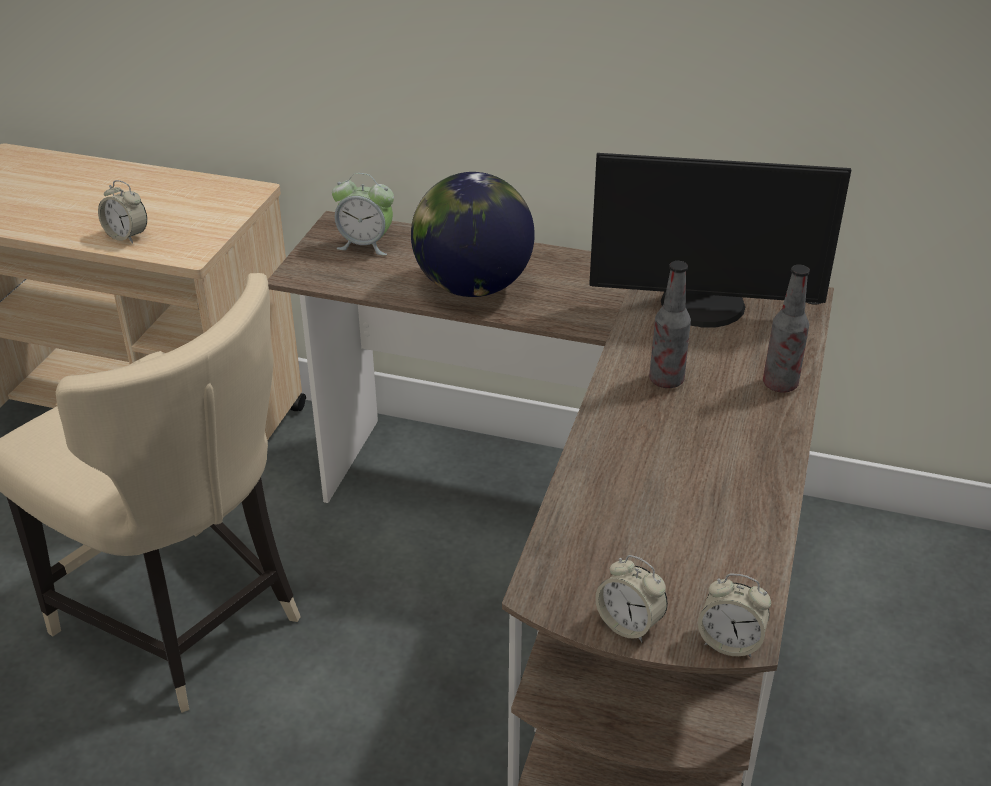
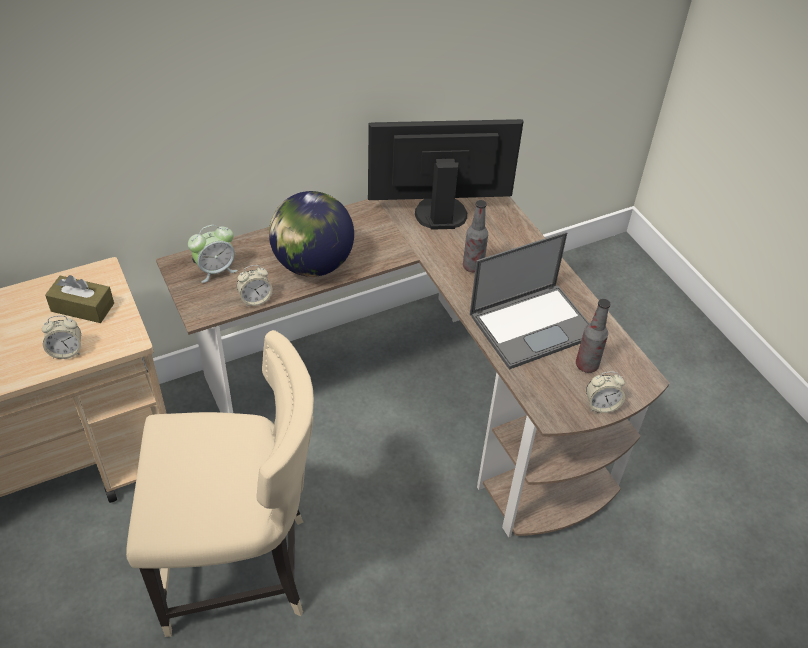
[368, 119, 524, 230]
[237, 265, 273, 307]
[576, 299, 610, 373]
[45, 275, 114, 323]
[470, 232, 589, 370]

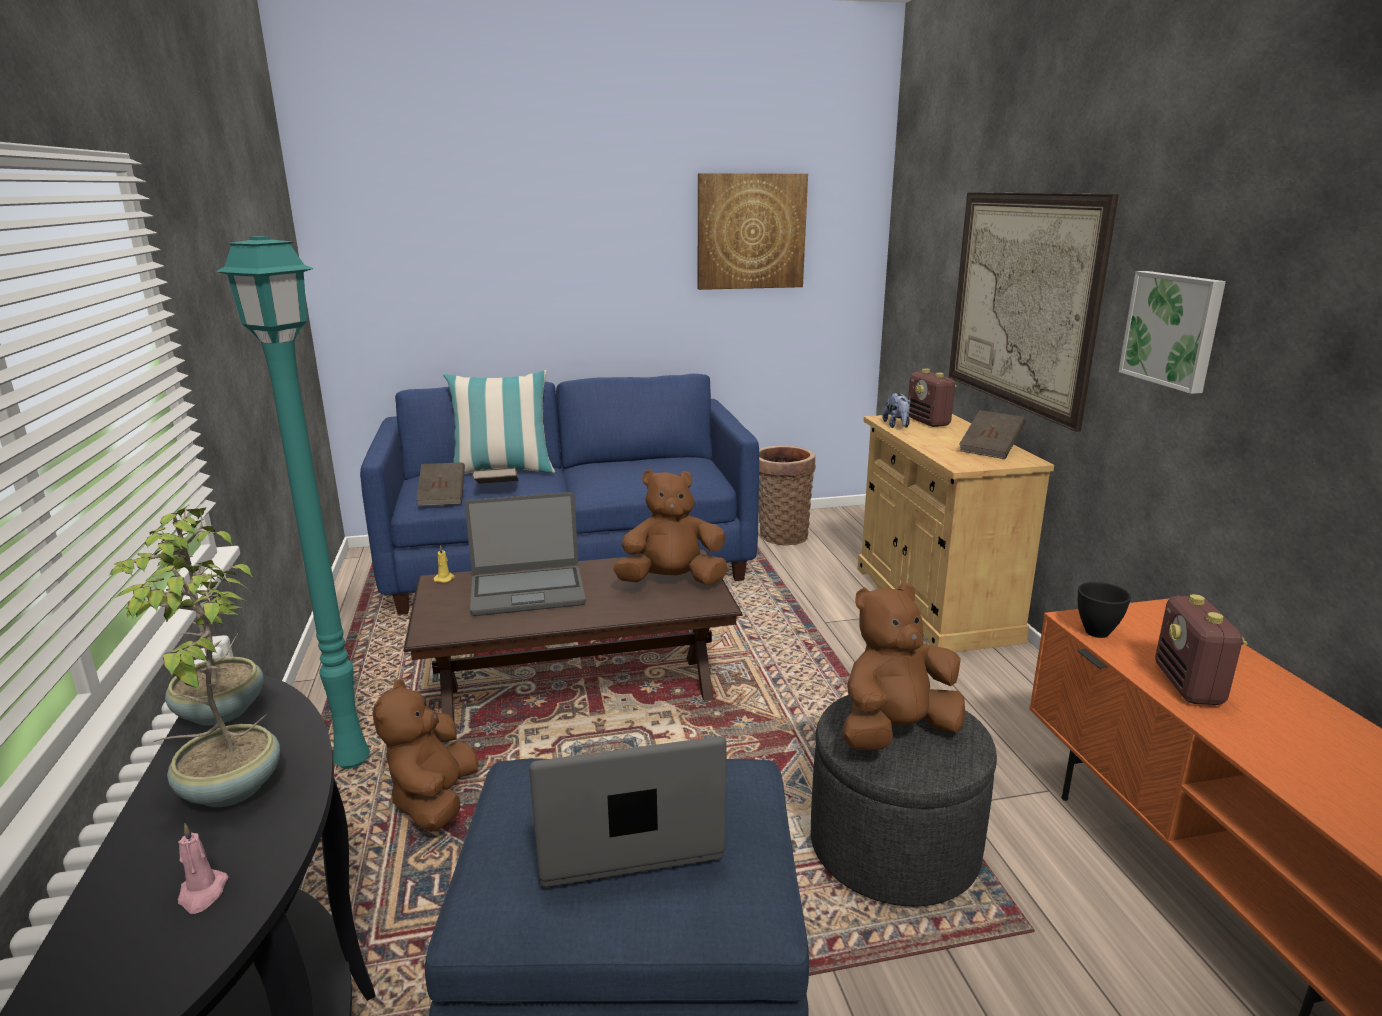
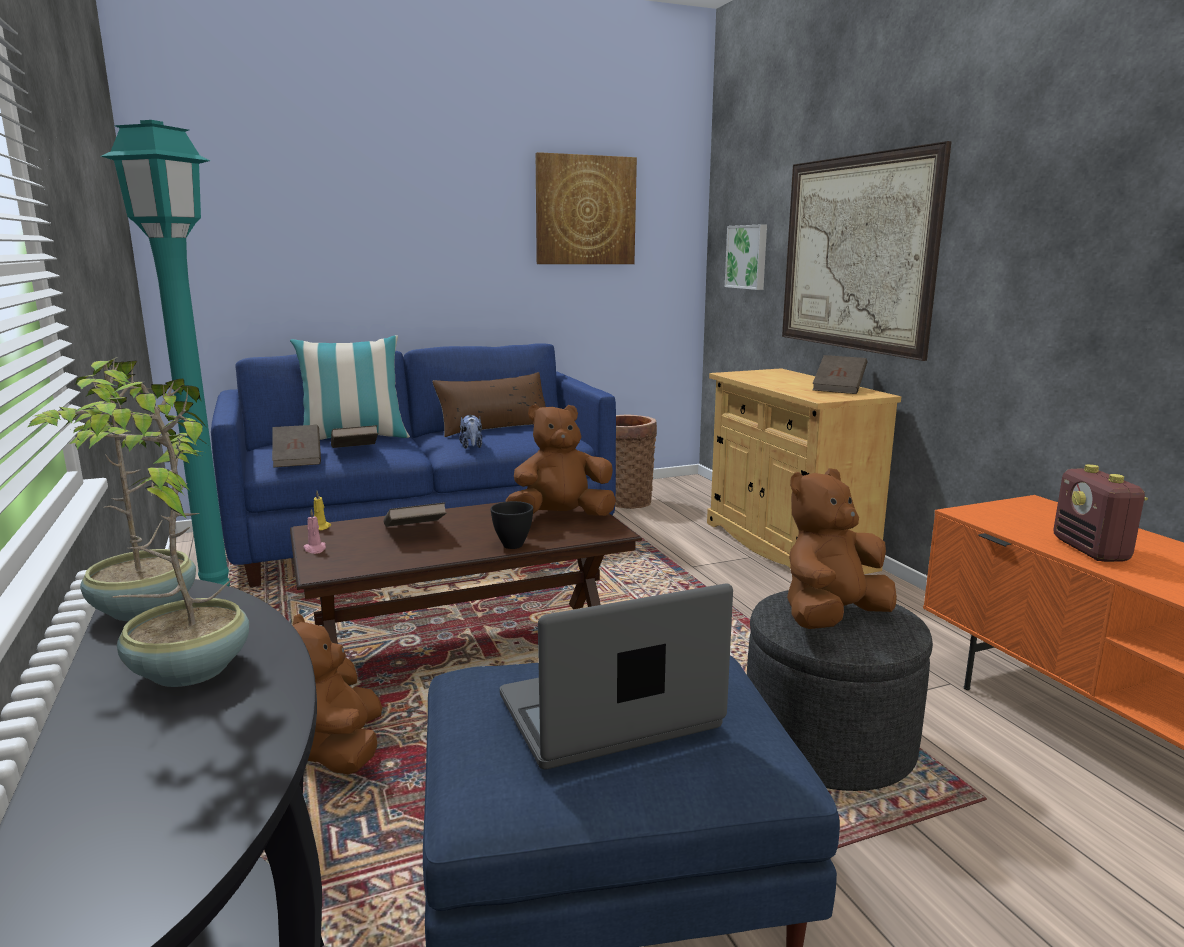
[303, 509, 326, 554]
[384, 502, 447, 527]
[459, 415, 482, 449]
[908, 368, 957, 427] (first image)
[490, 501, 533, 549]
[725, 225, 767, 290]
[432, 372, 546, 437]

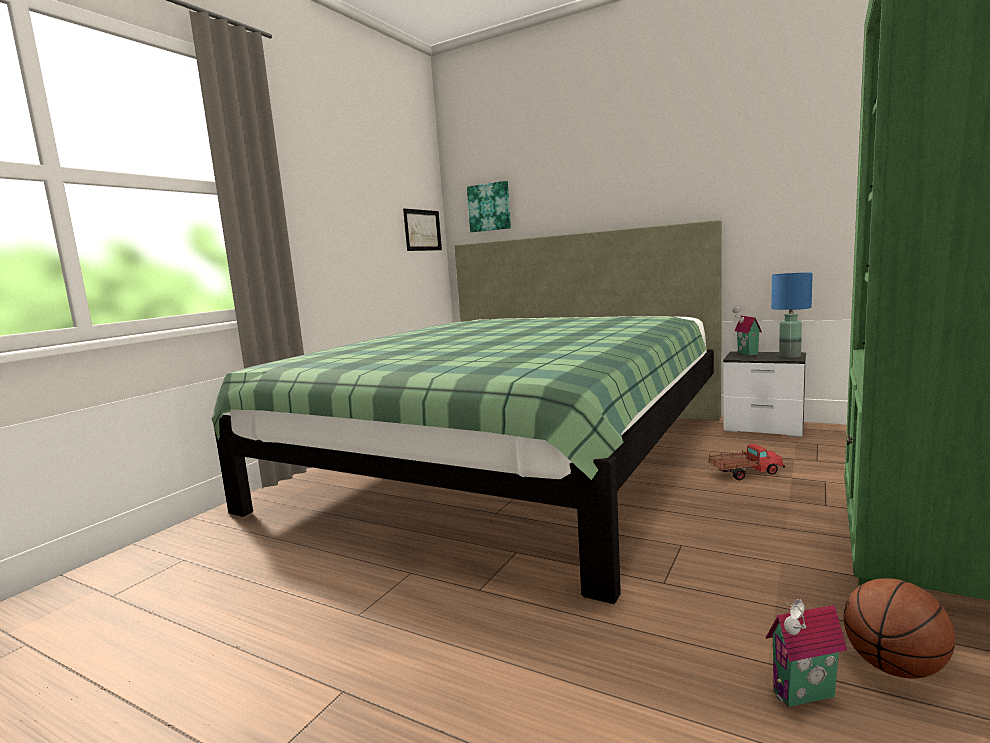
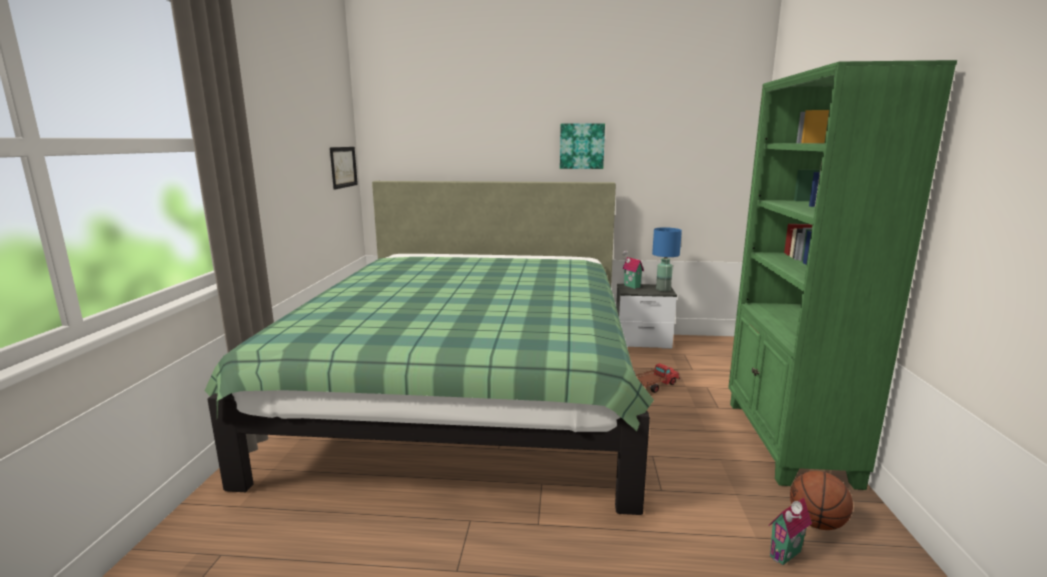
[560, 123, 605, 169]

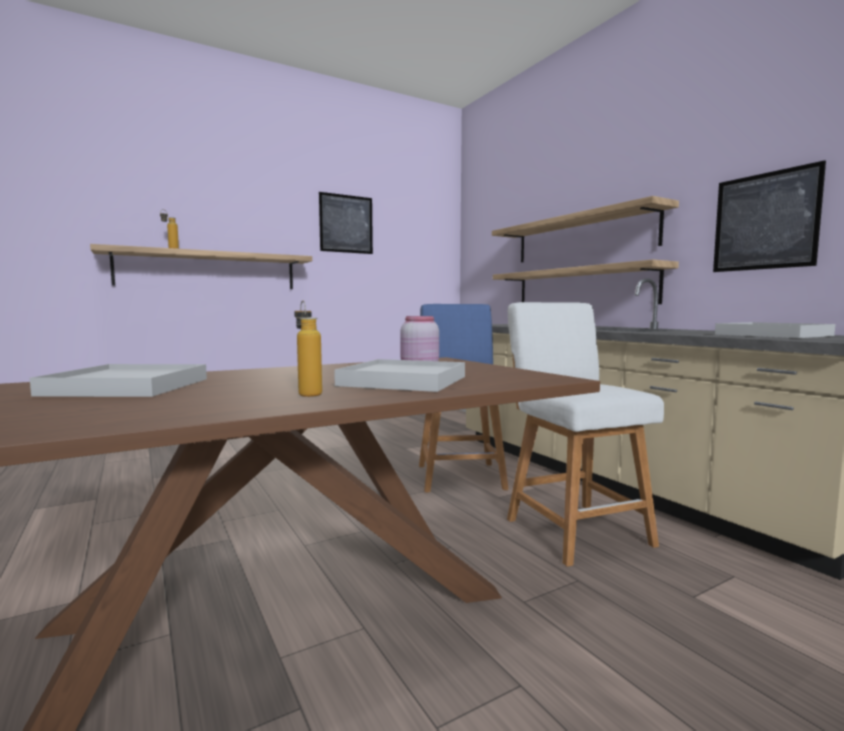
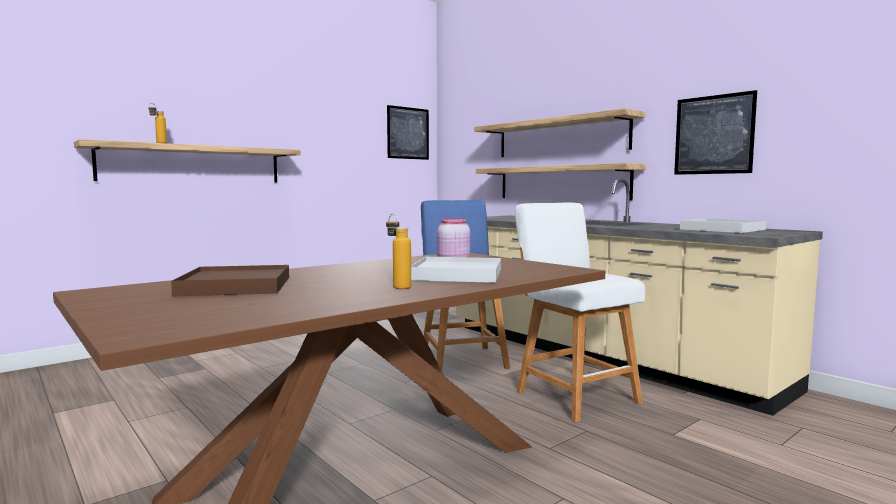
[171, 265, 289, 297]
[387, 105, 429, 160]

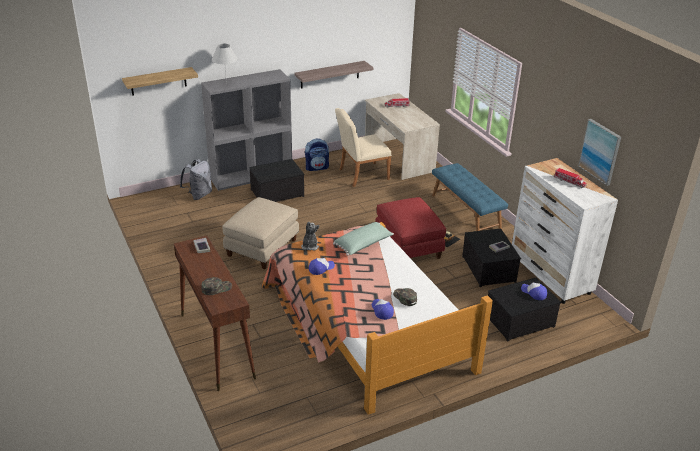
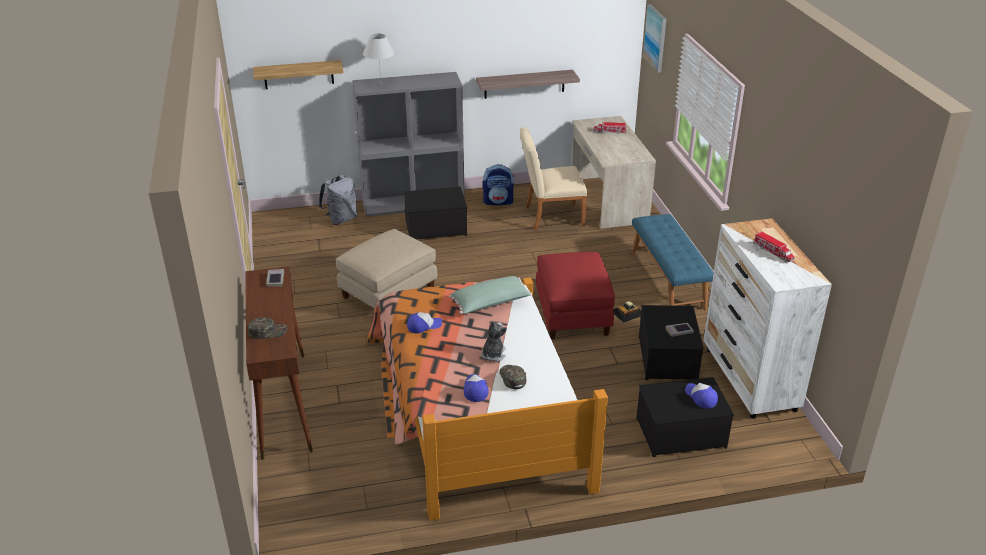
[481, 320, 507, 362]
[643, 4, 666, 73]

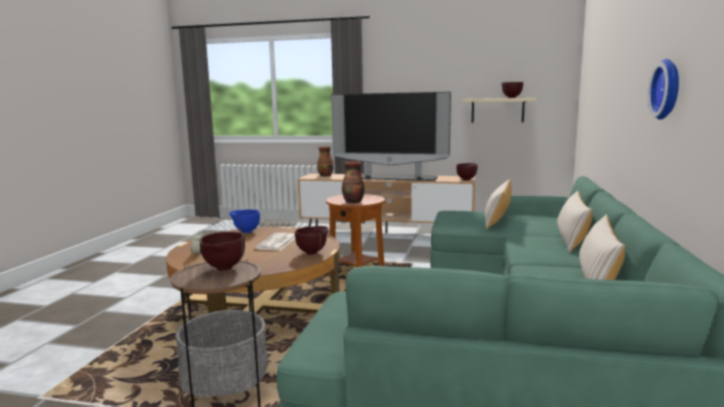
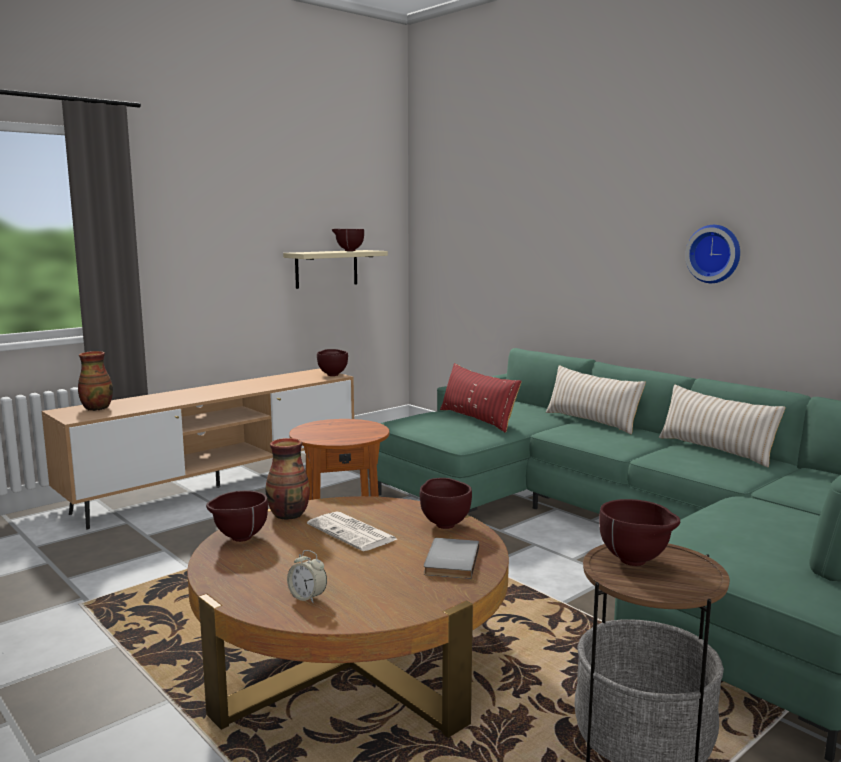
[206, 491, 268, 542]
[331, 92, 451, 181] (first image)
[266, 438, 310, 520]
[440, 363, 522, 433]
[424, 538, 479, 579]

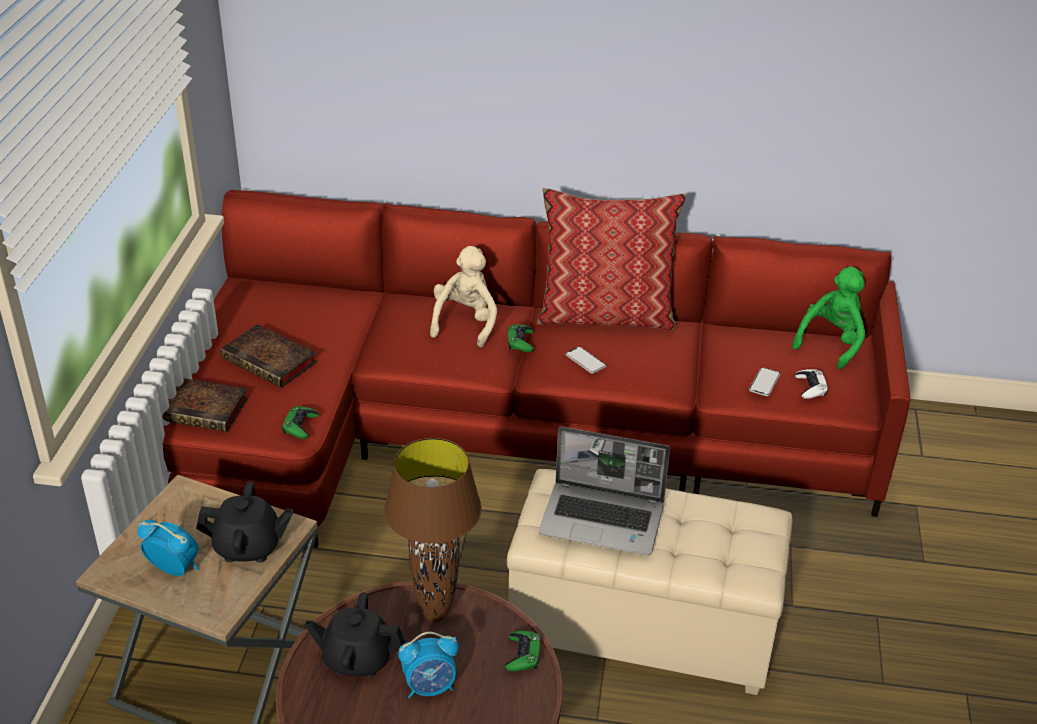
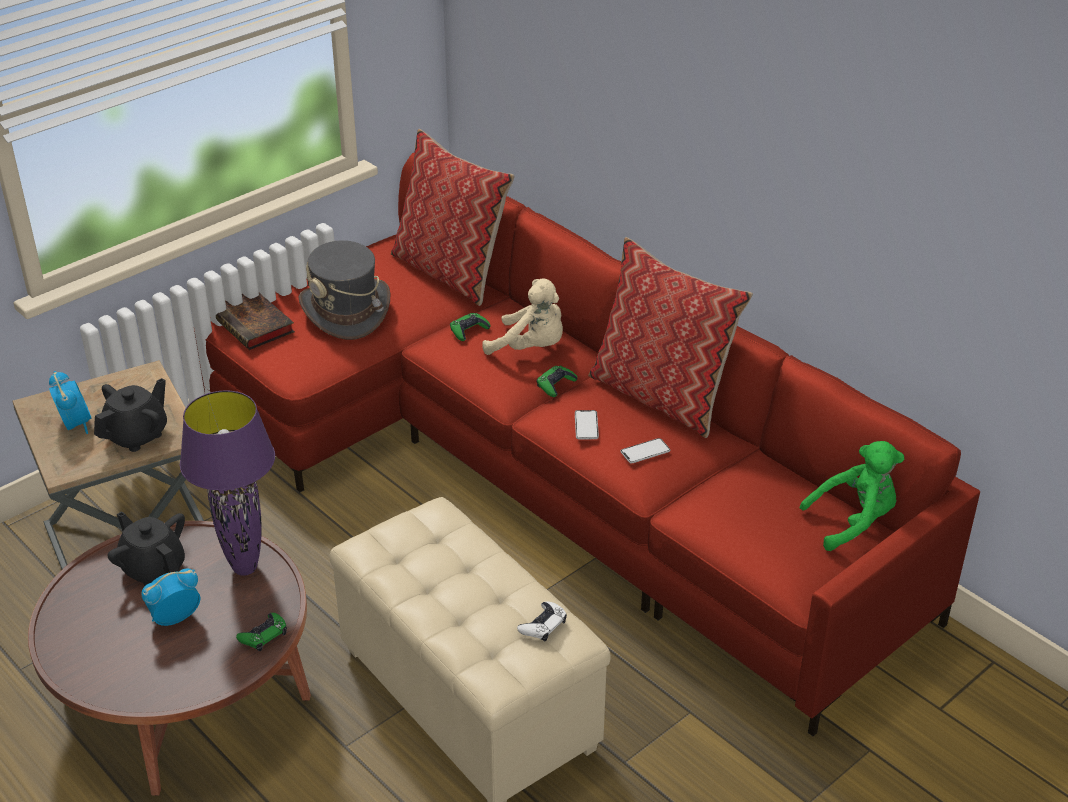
[94, 378, 167, 452]
[299, 240, 391, 340]
[450, 313, 491, 341]
[180, 390, 275, 576]
[141, 568, 201, 626]
[483, 279, 563, 355]
[539, 426, 670, 556] (first image)
[620, 438, 670, 463]
[517, 601, 567, 641]
[391, 129, 515, 306]

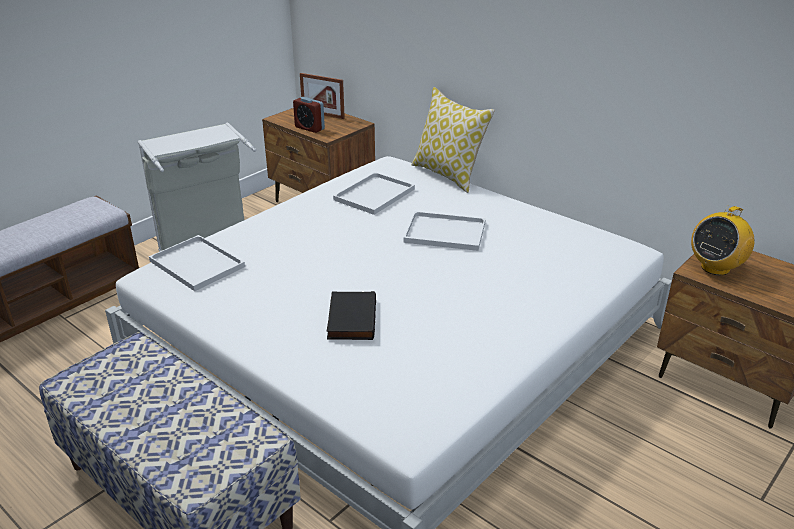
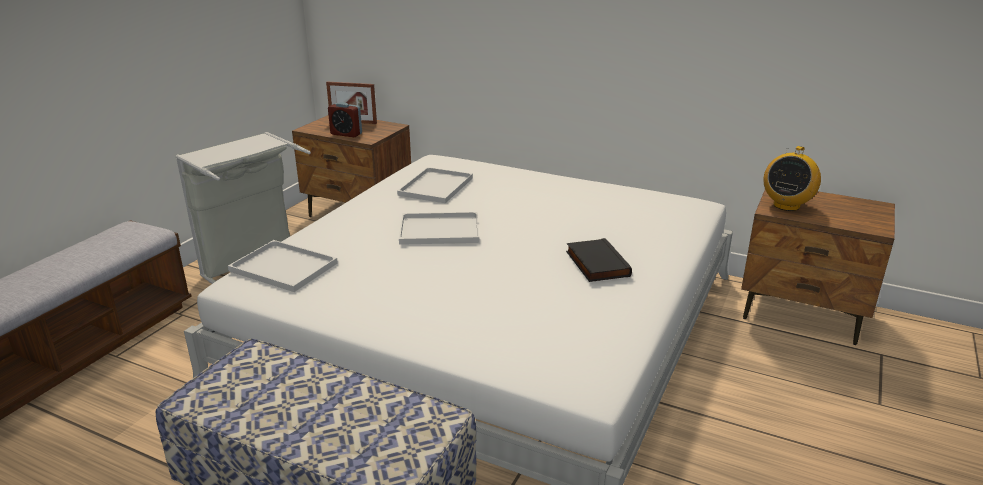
[566, 238, 632, 282]
[399, 212, 479, 245]
[411, 87, 495, 193] (first image)

